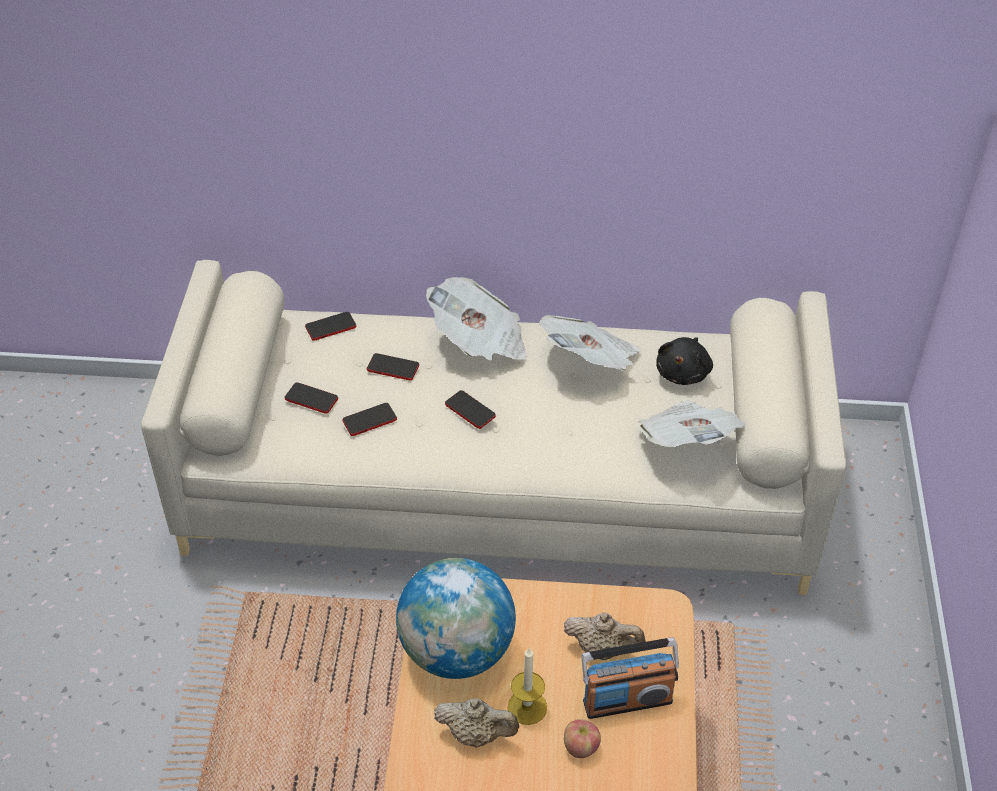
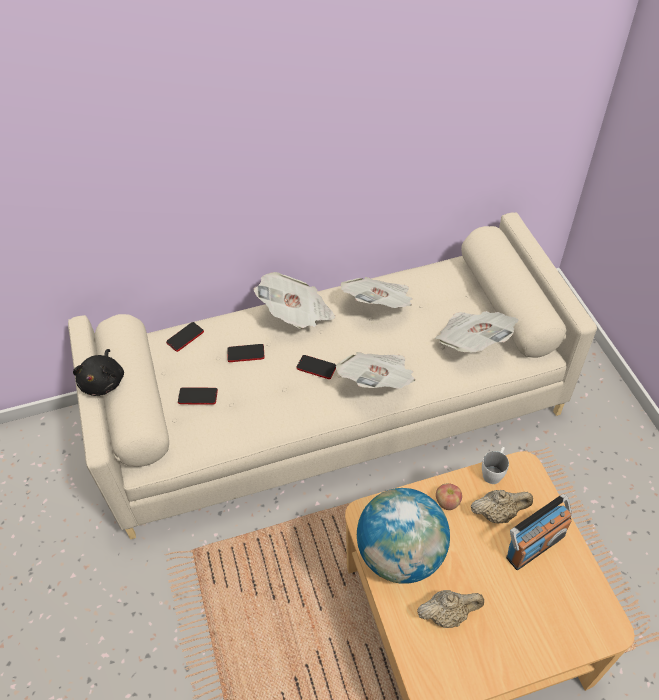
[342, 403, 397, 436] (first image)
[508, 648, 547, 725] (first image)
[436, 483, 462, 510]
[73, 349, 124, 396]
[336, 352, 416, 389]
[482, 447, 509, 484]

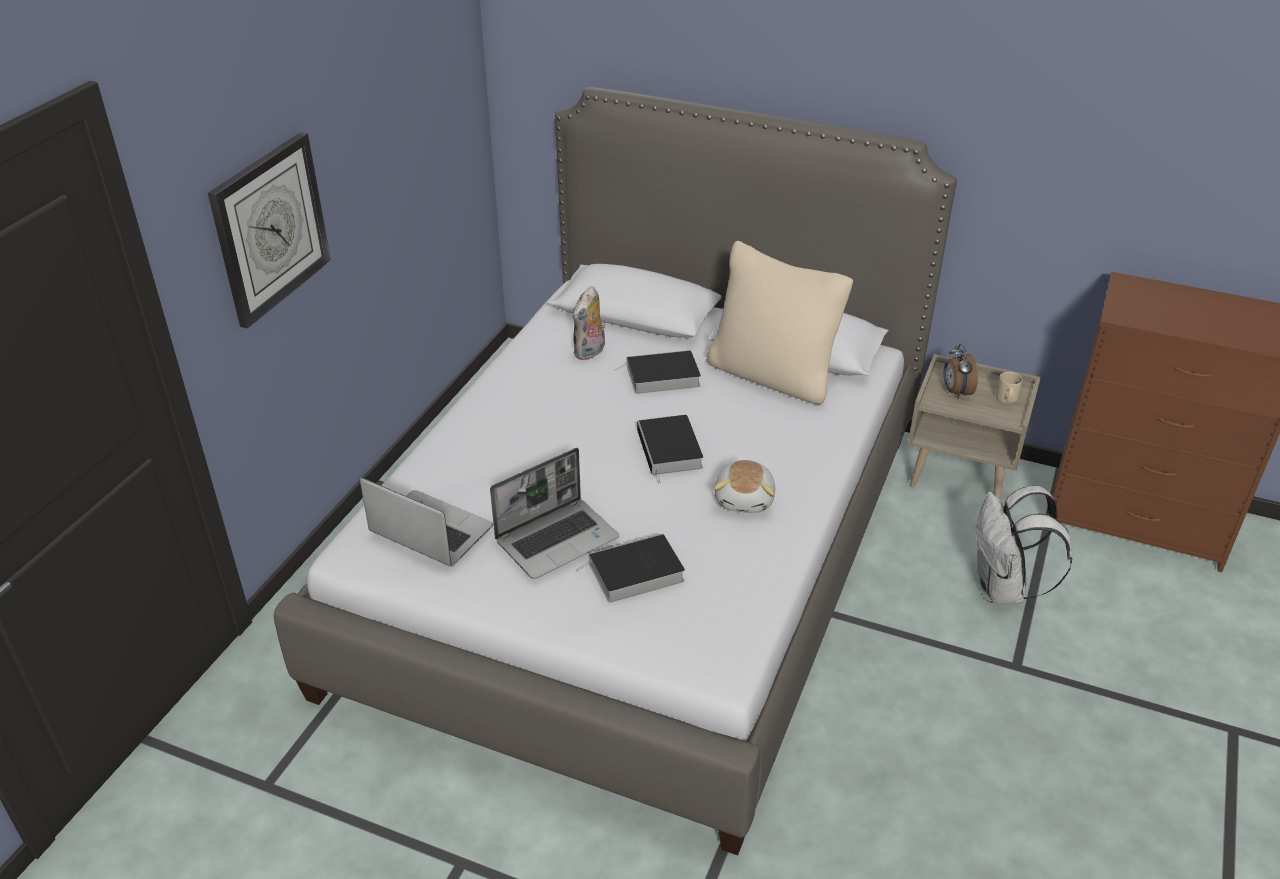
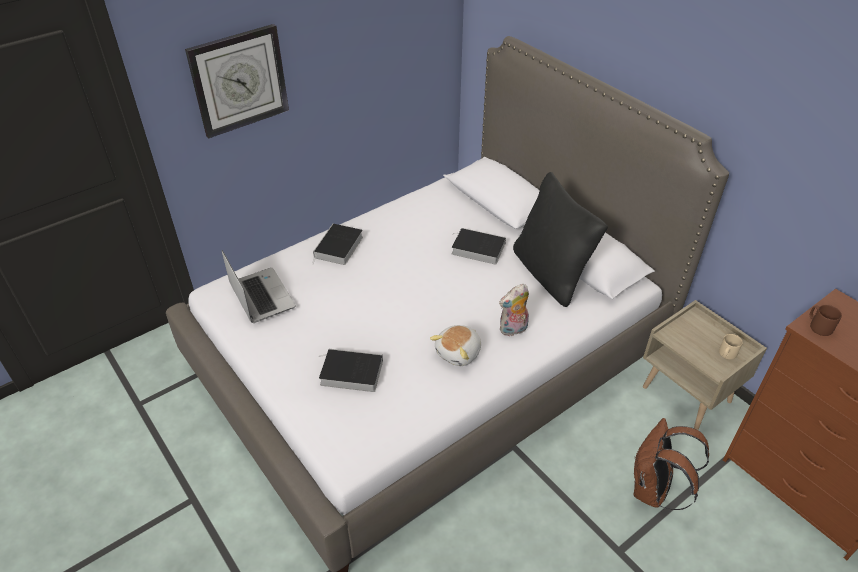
[490, 448, 619, 579] (first image)
[499, 284, 529, 336]
[312, 224, 363, 265]
[513, 172, 608, 307]
[943, 343, 978, 399] (first image)
[634, 418, 709, 510]
[810, 305, 842, 336]

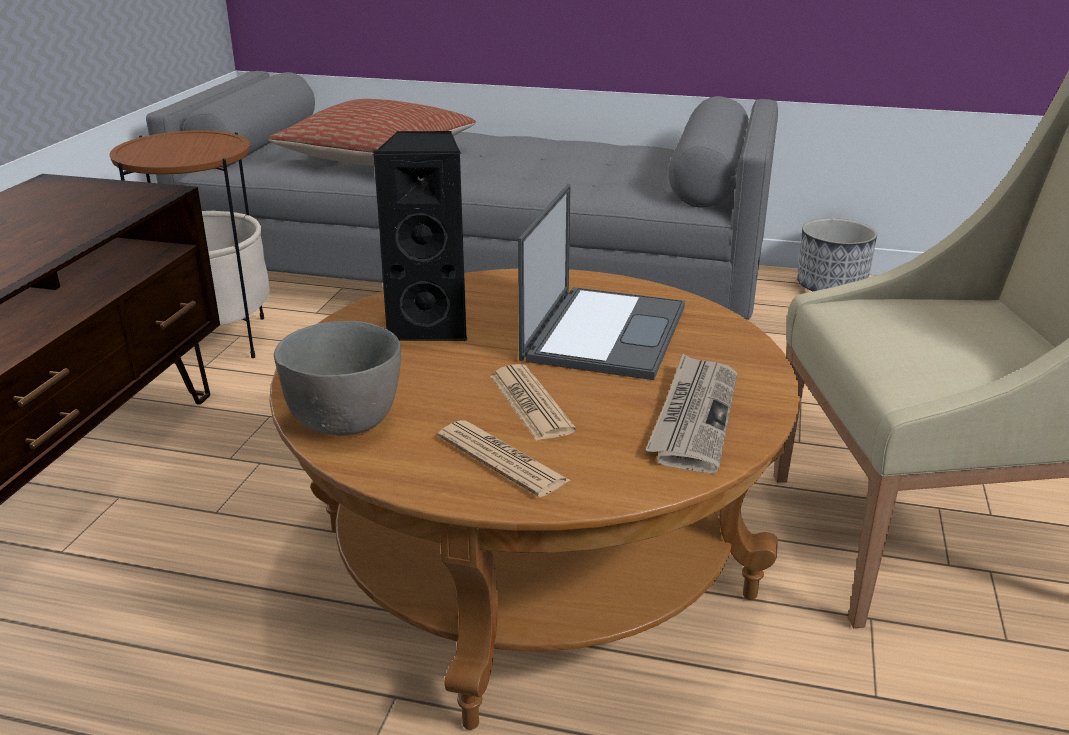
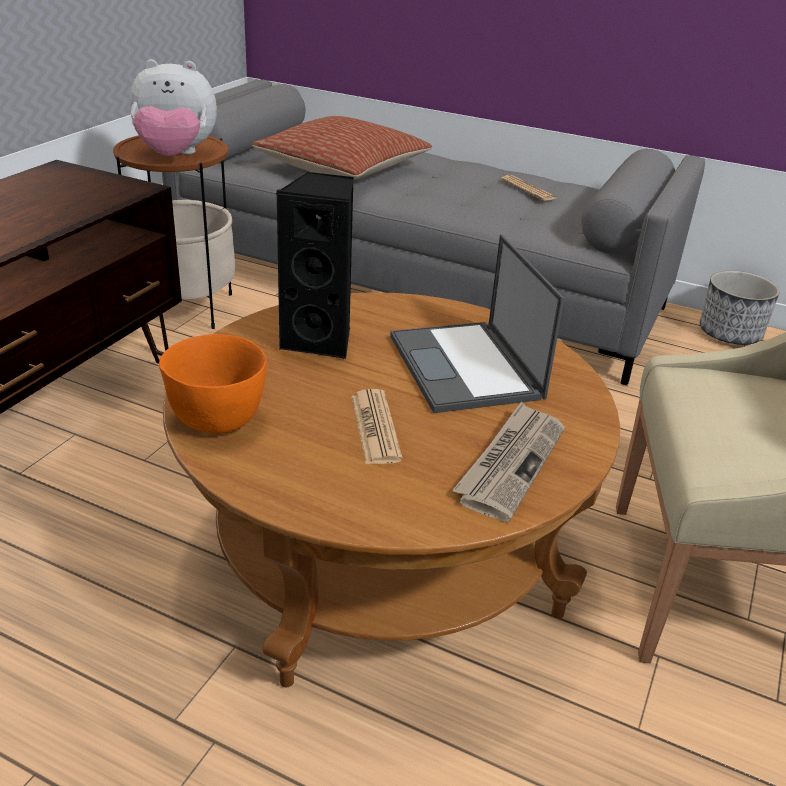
[159, 334, 267, 434]
[501, 175, 556, 201]
[390, 234, 564, 413]
[130, 59, 217, 156]

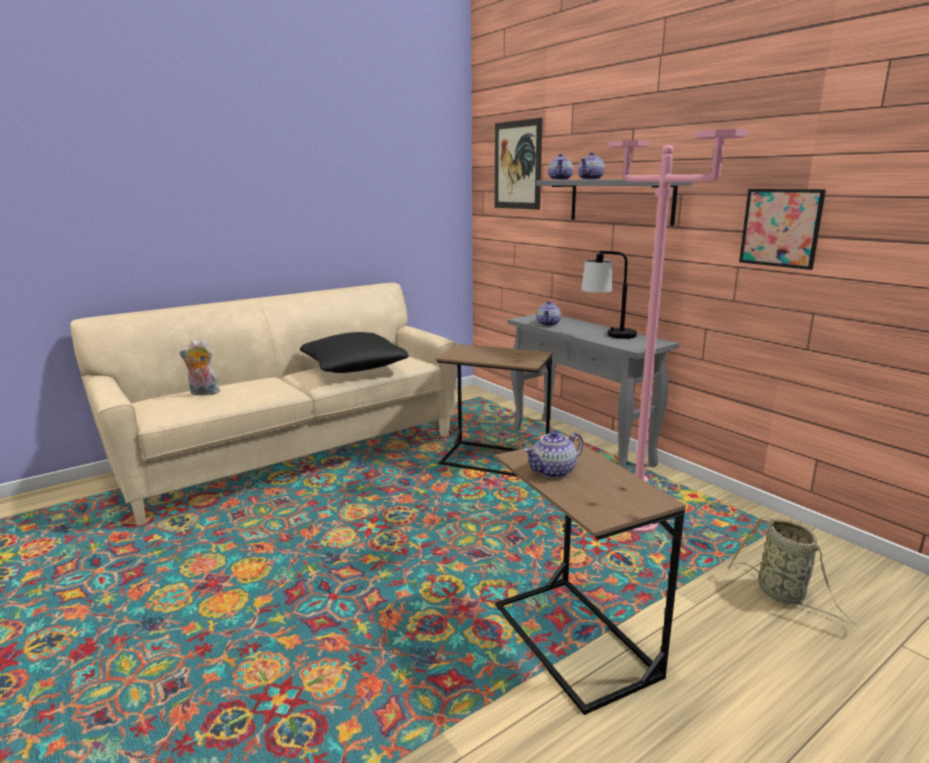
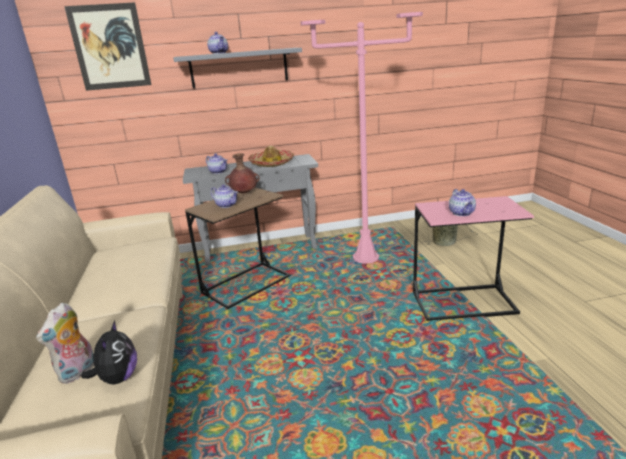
[300, 332, 409, 373] (first image)
[413, 196, 534, 321]
[211, 185, 238, 208]
[248, 146, 294, 167]
[739, 189, 826, 270] (first image)
[82, 321, 137, 384]
[225, 153, 260, 193]

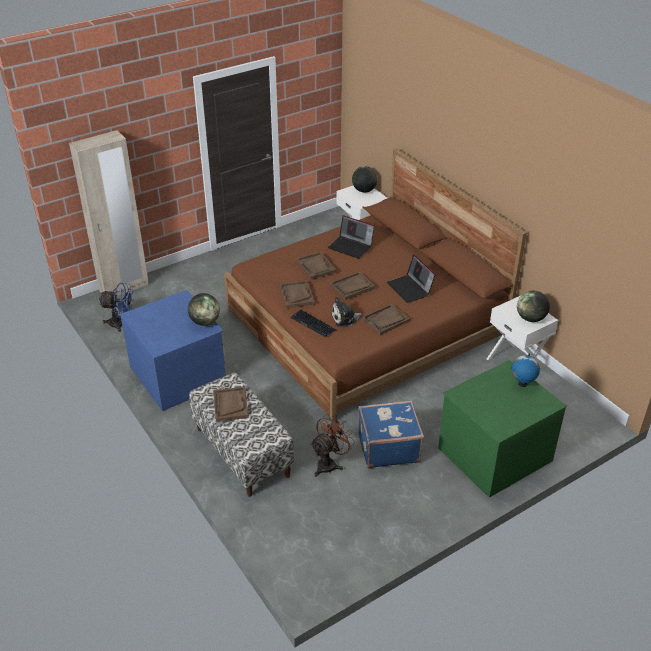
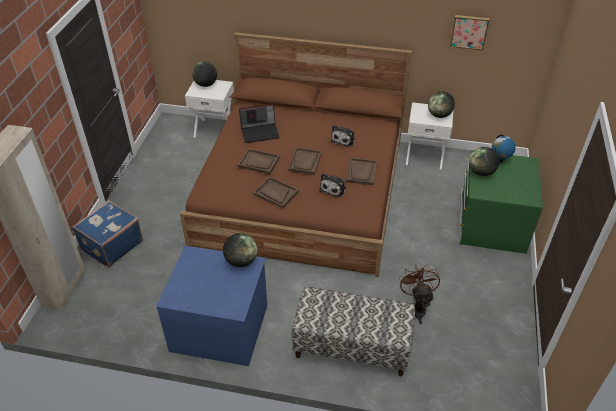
[99, 283, 134, 332] (first image)
[213, 387, 249, 422] (first image)
[290, 310, 335, 337] (first image)
[72, 200, 143, 268]
[331, 125, 355, 147]
[450, 15, 489, 50]
[469, 147, 500, 176]

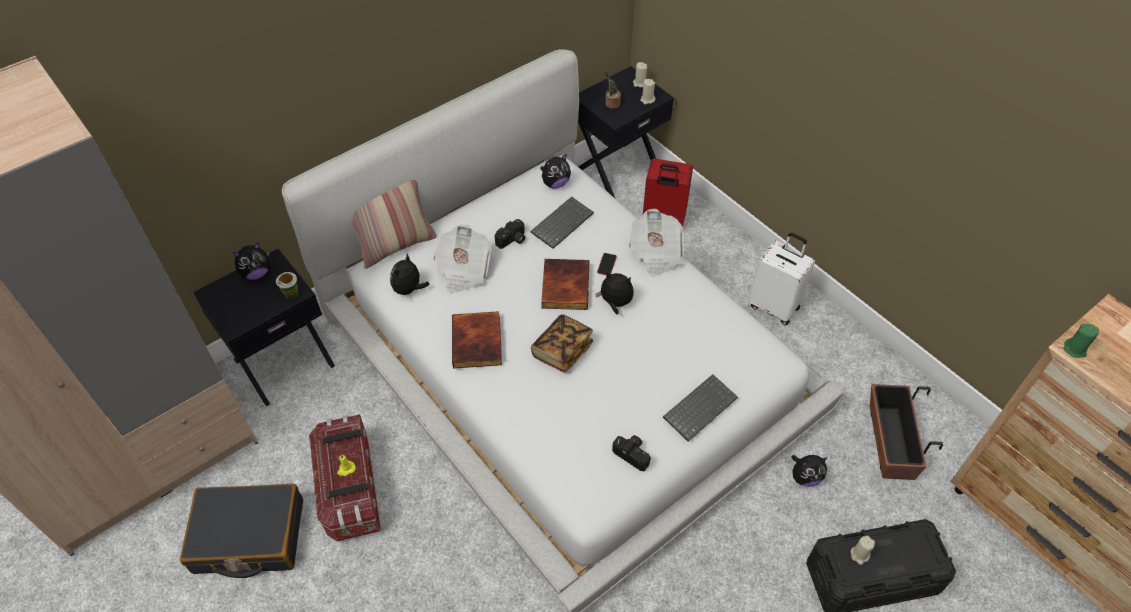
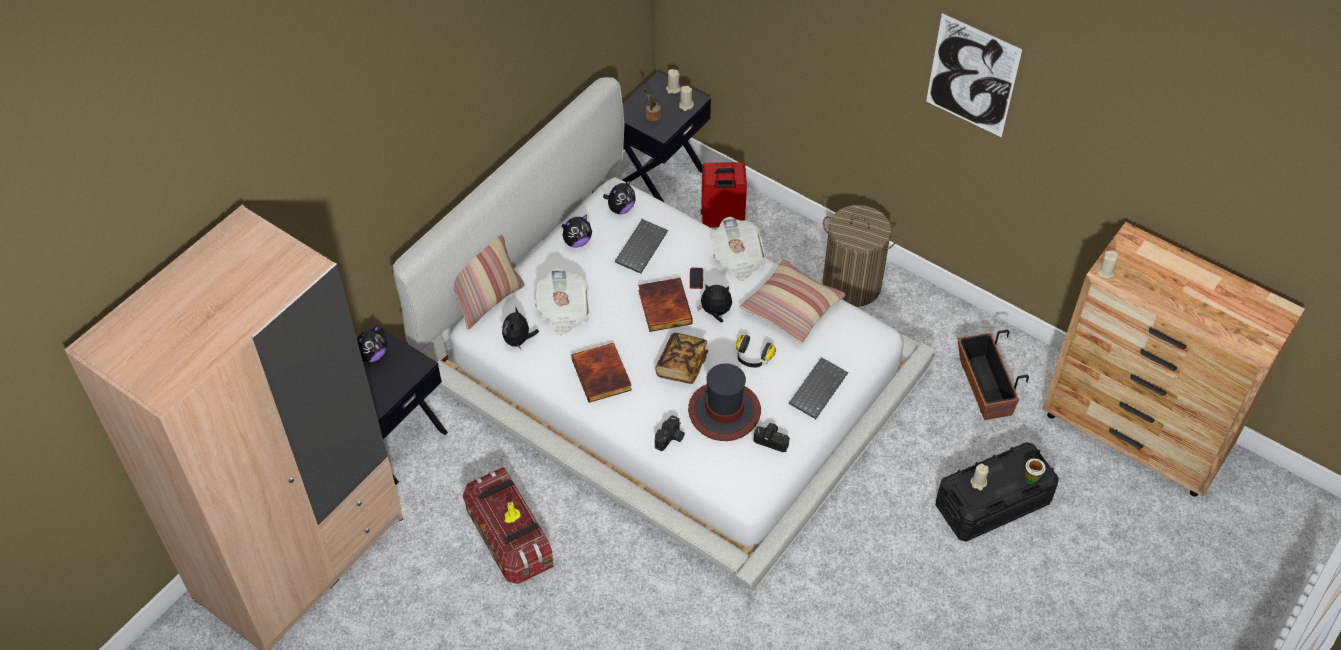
[180, 483, 303, 578] (first image)
[1025, 459, 1046, 484]
[655, 415, 685, 451]
[823, 205, 898, 307]
[562, 215, 592, 248]
[1097, 250, 1119, 279]
[688, 363, 761, 441]
[736, 335, 776, 368]
[739, 259, 846, 344]
[926, 13, 1023, 137]

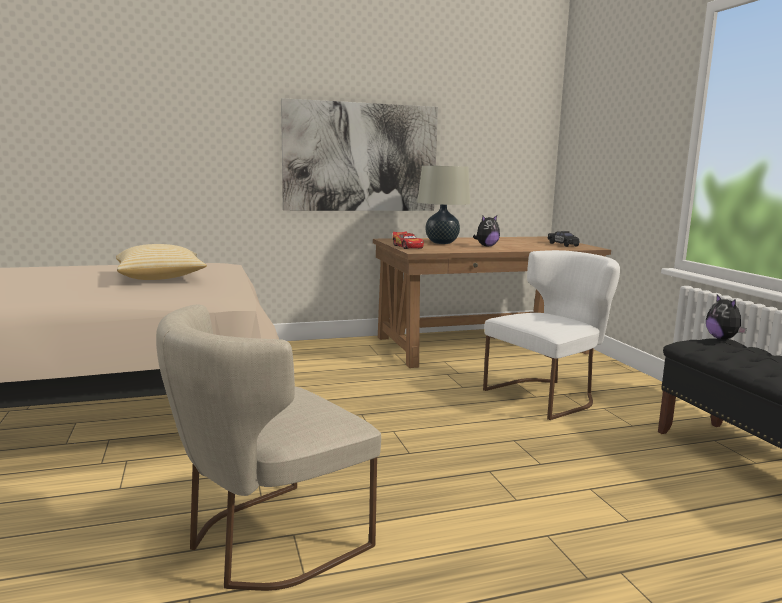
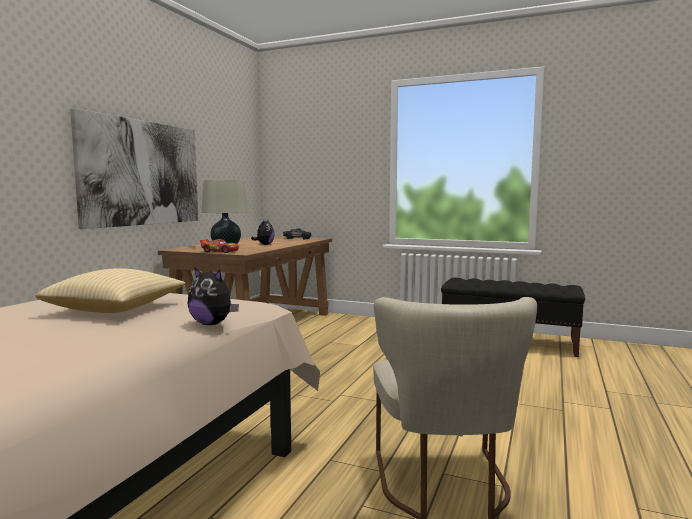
[483, 250, 620, 420] (first image)
[187, 268, 239, 325]

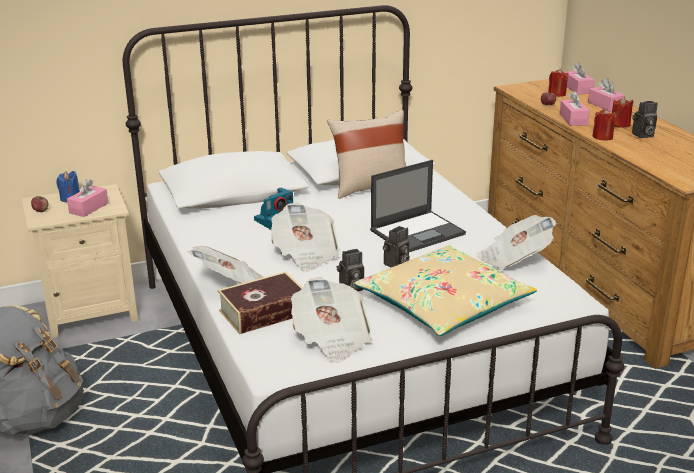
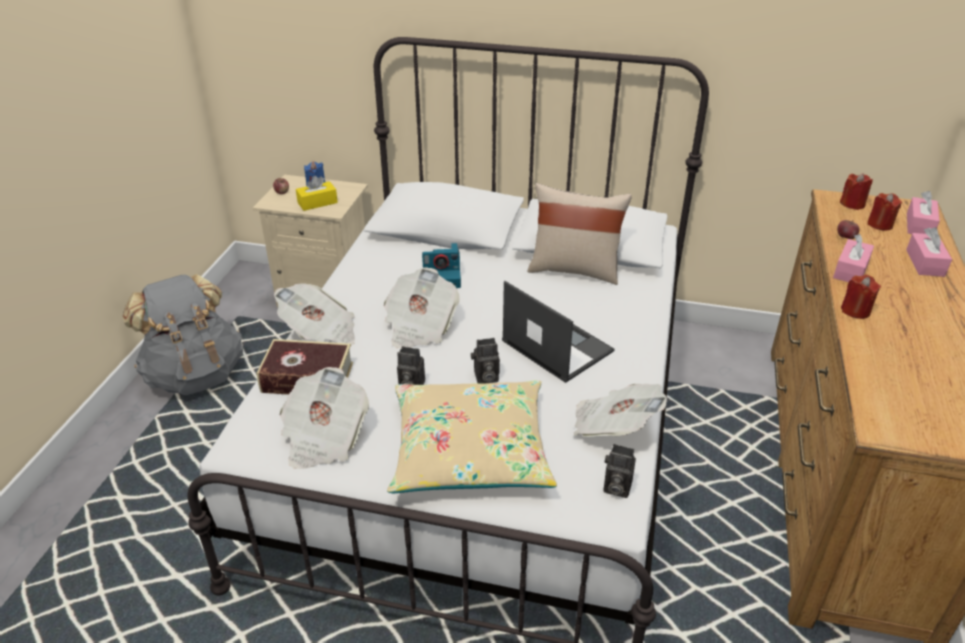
[296, 176, 338, 211]
[502, 281, 615, 383]
[840, 173, 873, 210]
[604, 444, 636, 498]

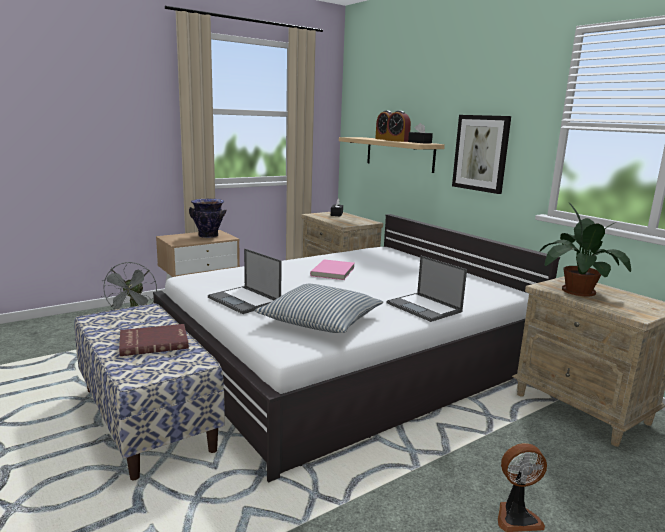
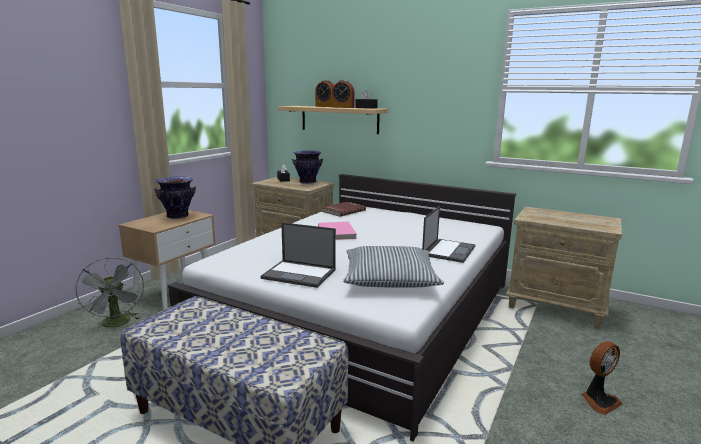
[321, 202, 366, 217]
[422, 206, 475, 263]
[452, 115, 511, 194] (first image)
[539, 203, 631, 296] (first image)
[292, 151, 323, 184]

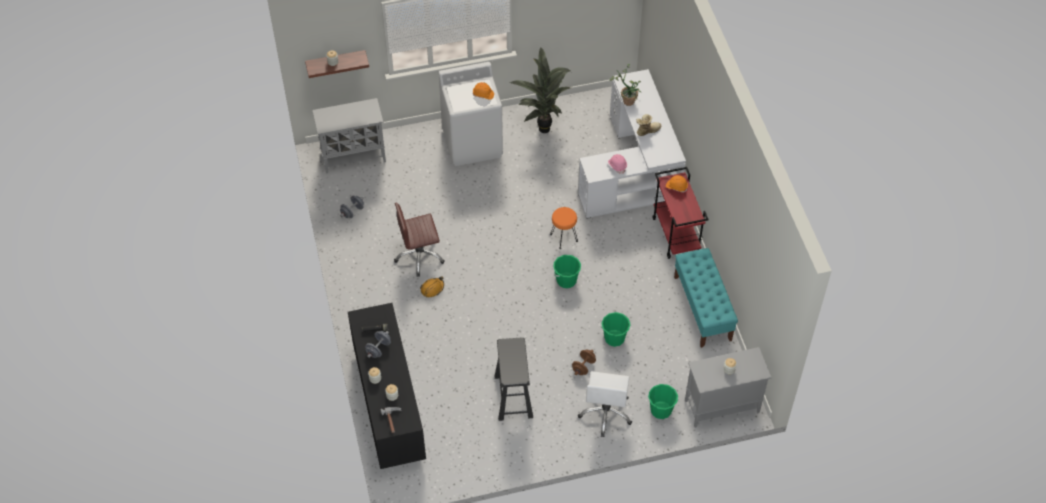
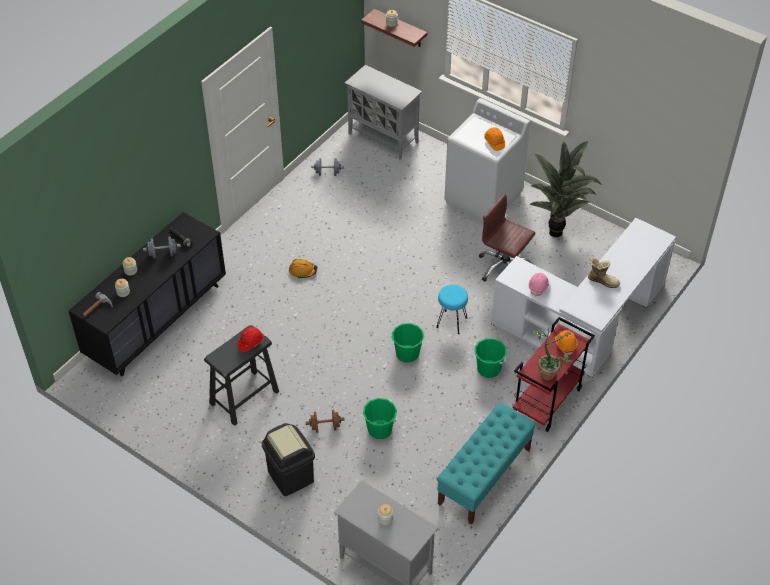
[479, 193, 535, 282]
[436, 285, 468, 334]
[262, 423, 315, 496]
[531, 328, 573, 380]
[474, 338, 507, 378]
[237, 327, 264, 352]

